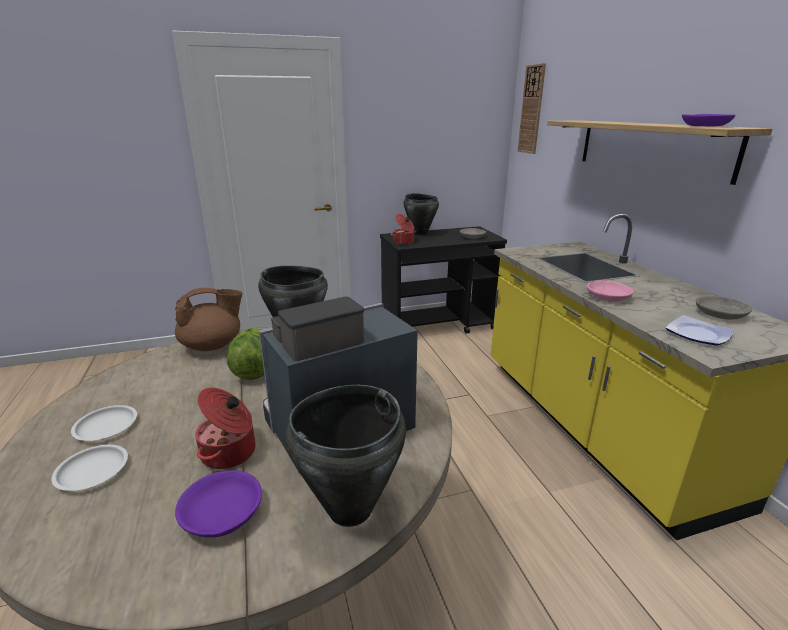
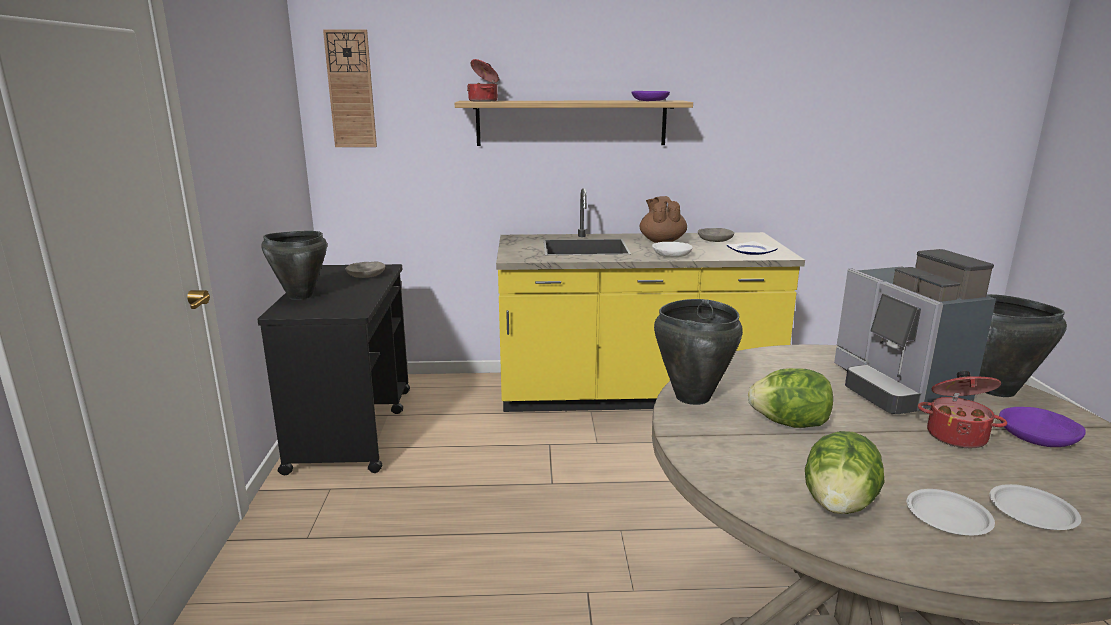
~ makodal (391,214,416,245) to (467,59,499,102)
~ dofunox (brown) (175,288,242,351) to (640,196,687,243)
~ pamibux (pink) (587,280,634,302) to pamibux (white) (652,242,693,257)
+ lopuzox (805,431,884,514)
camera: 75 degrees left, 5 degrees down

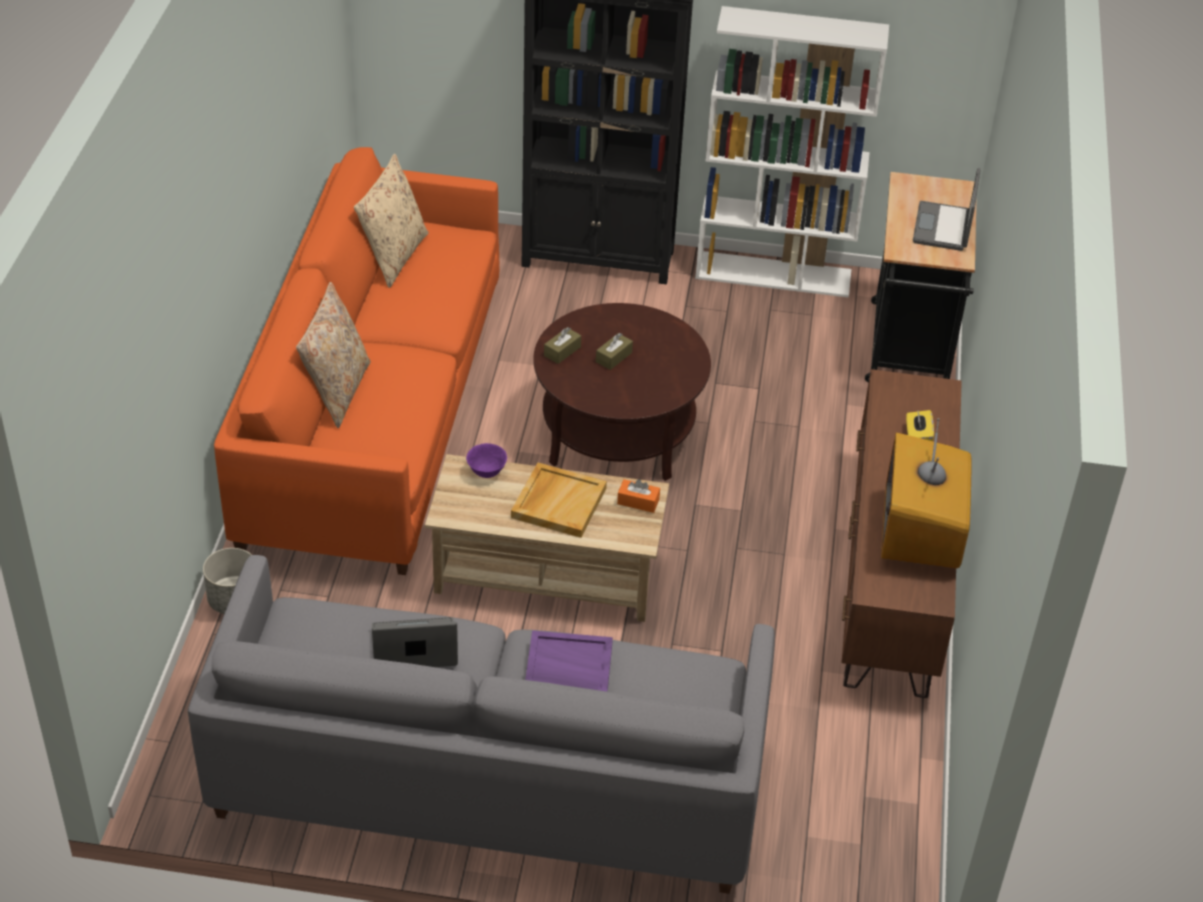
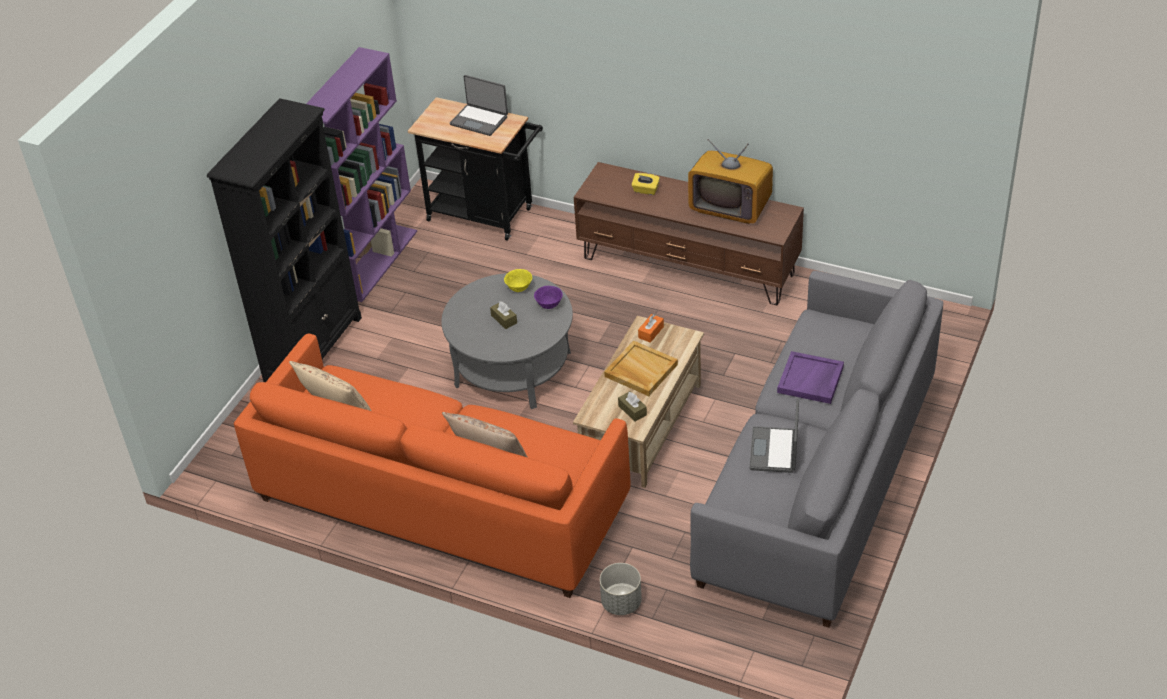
~ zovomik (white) (695,6,889,298) to zovomik (purple) (306,47,417,302)
~ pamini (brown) (533,303,711,481) to pamini (grey) (441,273,573,409)
+ pamibux (yellow) (504,269,532,292)
~ pamibux (purple) (466,443,507,478) to (534,286,563,309)
~ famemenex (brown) (544,327,581,364) to (618,391,647,421)
camera: 70 degrees left, 0 degrees up

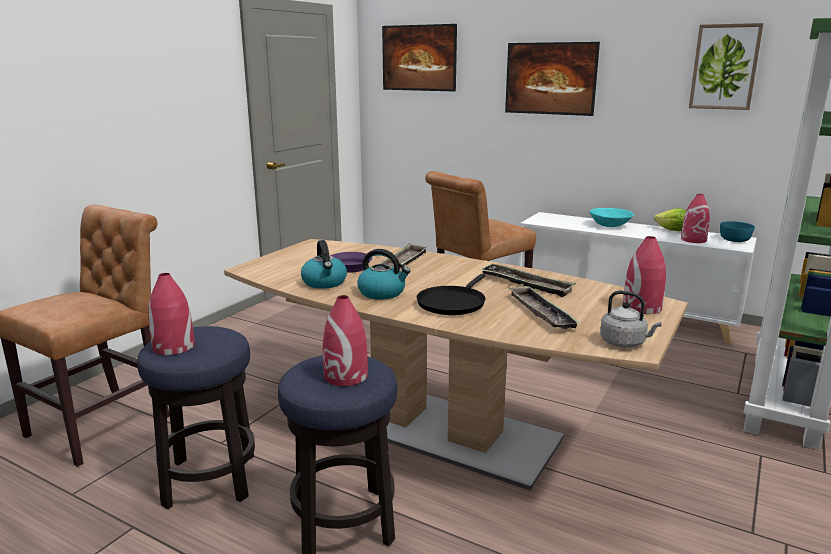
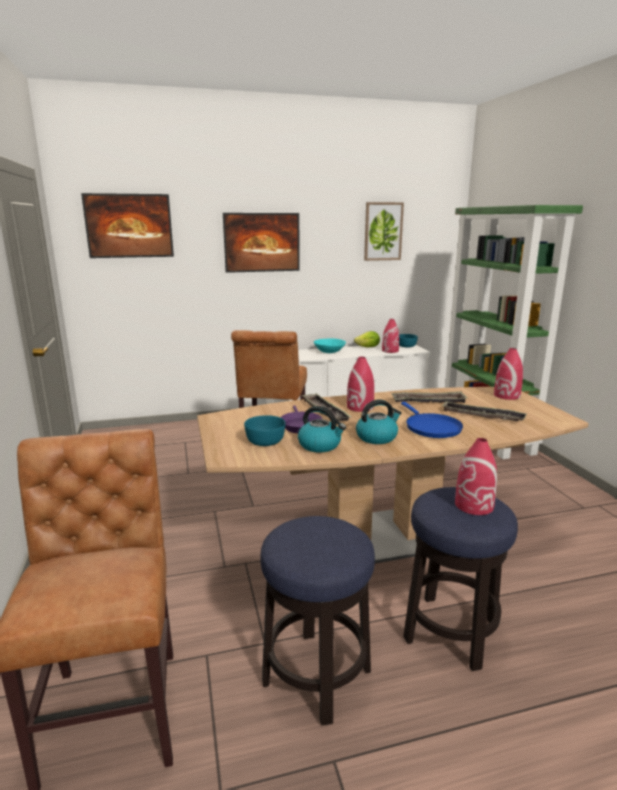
+ pamibux (turquoise) (244,415,286,446)
~ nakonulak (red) (148,273,195,355) to (347,357,374,412)
~ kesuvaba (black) (416,274,486,315) to kesuvaba (blue) (401,402,463,438)
- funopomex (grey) (600,291,662,348)
camera: 45 degrees left, 0 degrees up

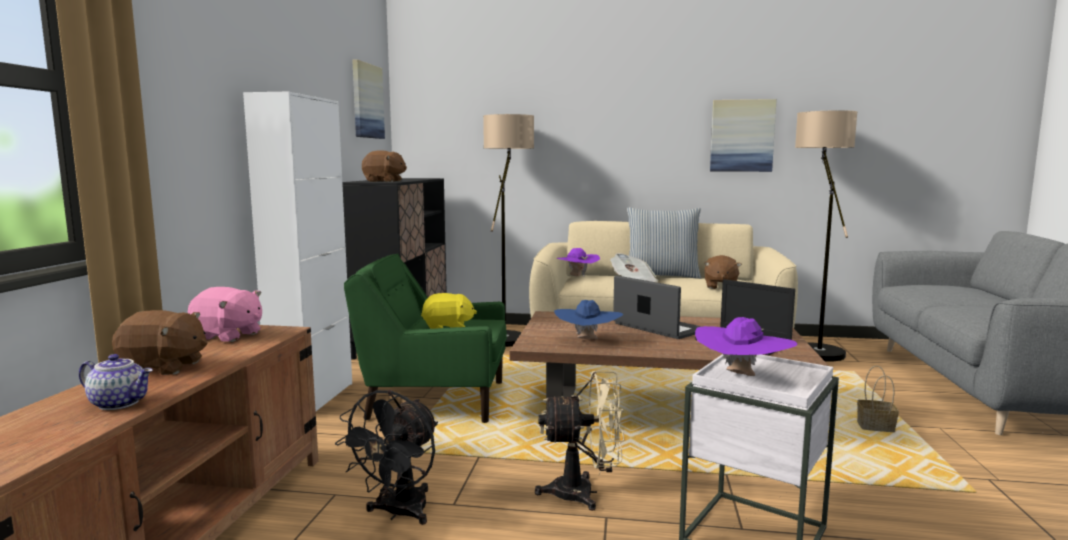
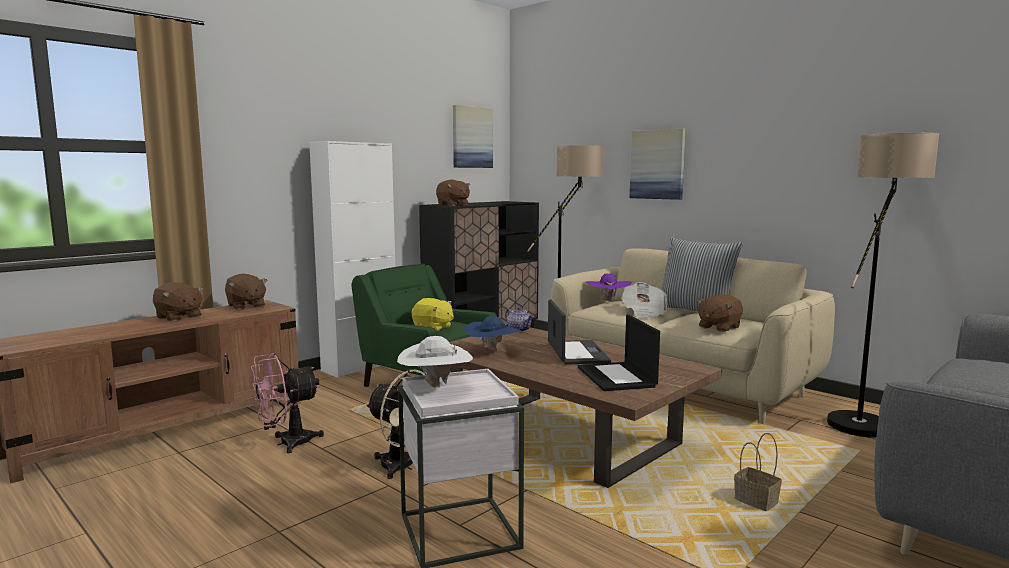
~ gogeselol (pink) (188,287,262,342) to gogeselol (brown) (225,274,268,310)
~ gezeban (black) (335,390,438,525) to gezeban (pink) (251,353,324,453)
~ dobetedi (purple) (695,317,797,376) to dobetedi (white) (397,336,473,387)
~ dofunox (79,354,153,410) to (505,307,534,332)
~ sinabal (710,99,777,172) to (630,129,686,200)
camera: 35 degrees right, 0 degrees up

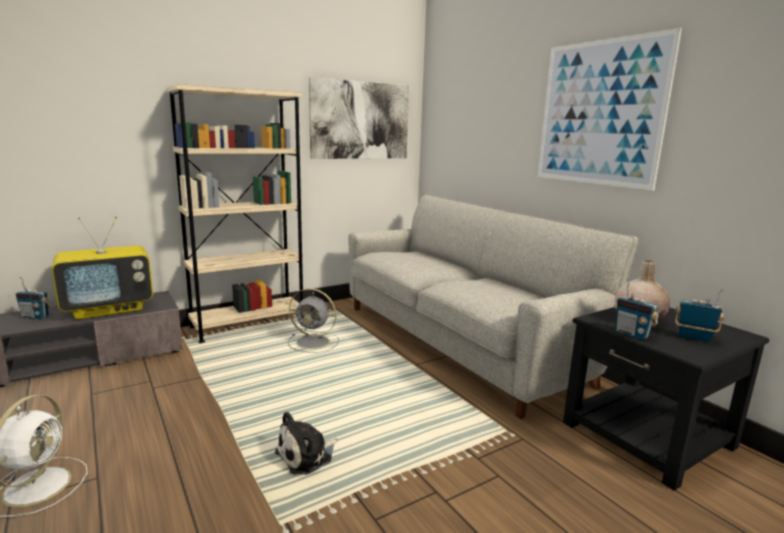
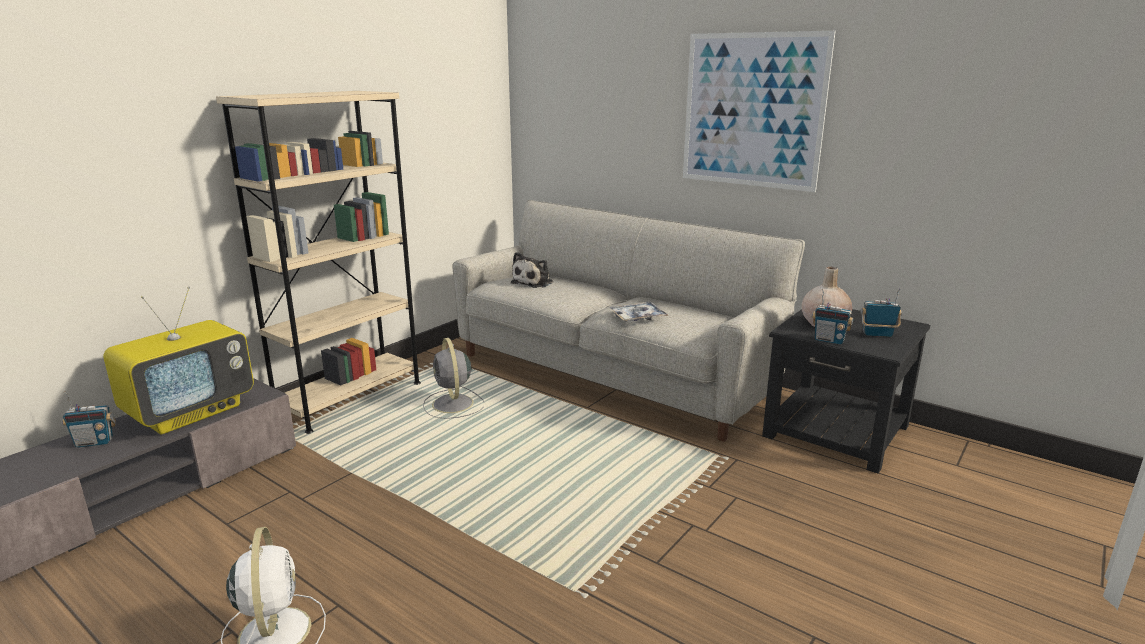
~ gezeban (grey) (288,288,339,352) = (423,338,485,419) 75 degrees clockwise
~ gogeselol (275,411,338,475) to (511,252,553,288)
+ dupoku (609,302,668,322)
- sinabal (309,77,409,159)
camera: 20 degrees left, 5 degrees up

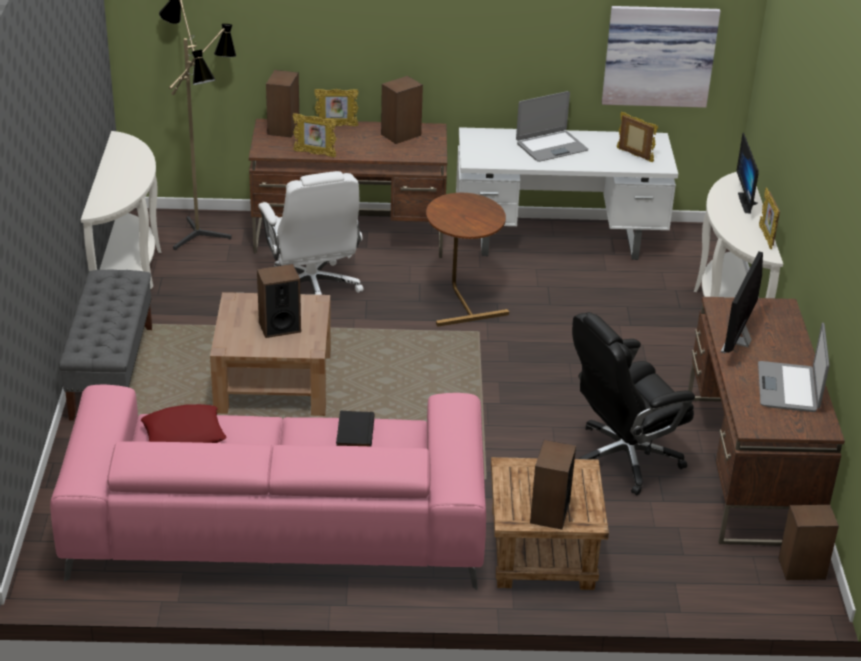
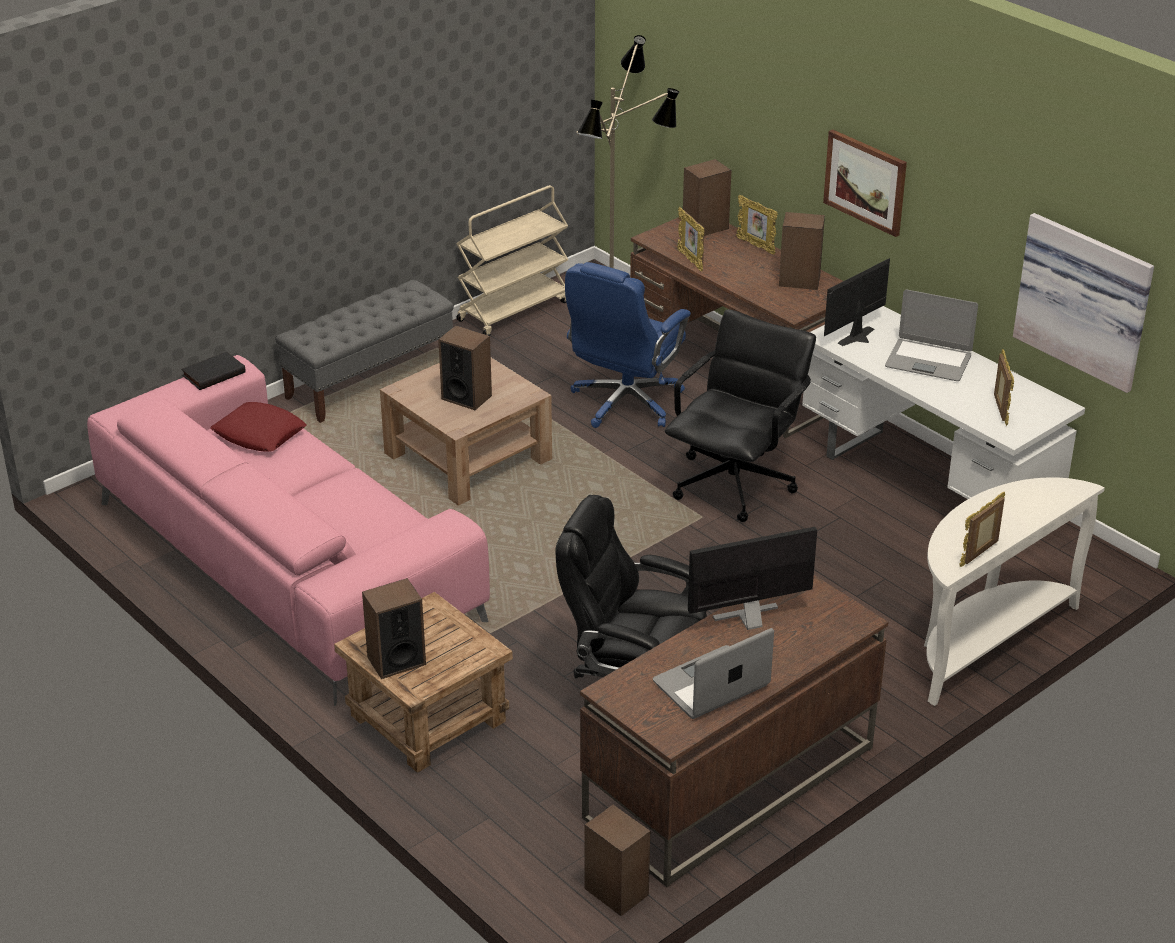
~ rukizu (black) (336,411,374,446) to (181,351,246,390)
~ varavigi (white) (81,131,162,289) to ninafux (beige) (456,185,568,336)
~ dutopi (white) (258,171,364,295) to dutopi (blue) (565,262,691,428)
~ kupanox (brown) (426,193,509,327) to dutopi (black) (665,309,816,522)
+ sinabal (823,129,907,237)
~ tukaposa (736,132,759,213) to (824,258,890,346)
camera: 50 degrees right, 0 degrees up

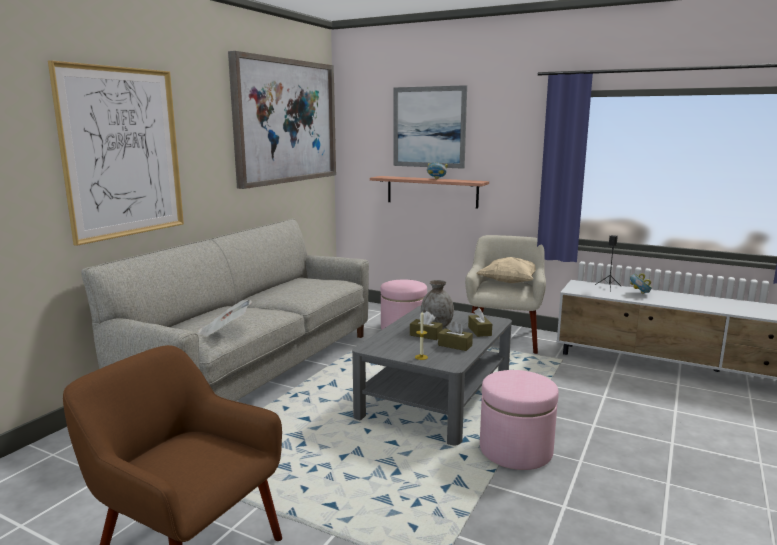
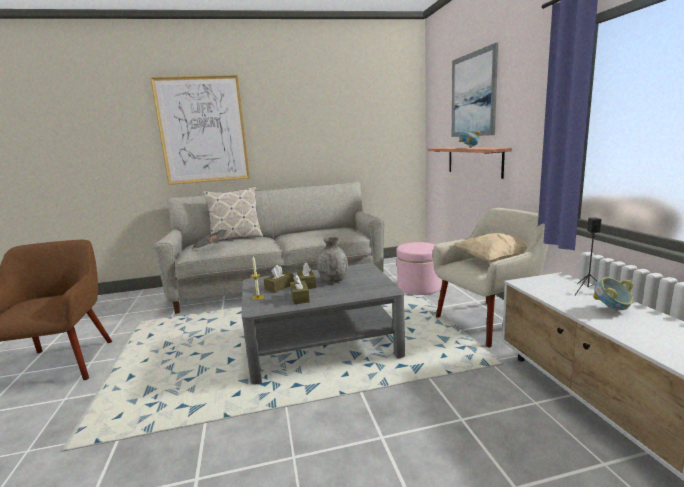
+ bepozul (203,187,263,243)
~ famemenex (brown) (468,308,492,337) to (264,265,294,293)
- sinabal (228,51,336,189)
- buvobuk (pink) (480,370,559,470)
camera: 50 degrees right, 0 degrees up

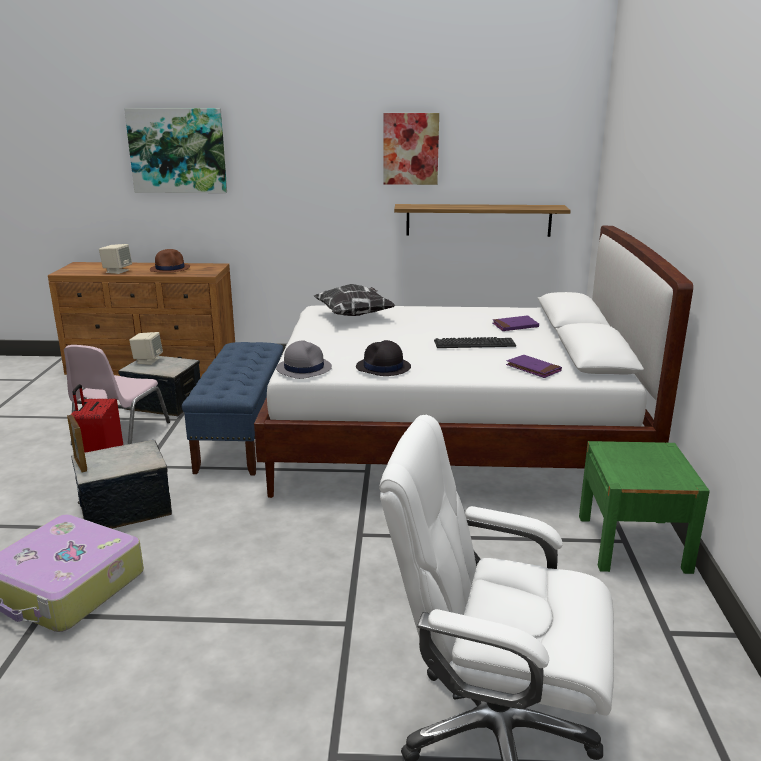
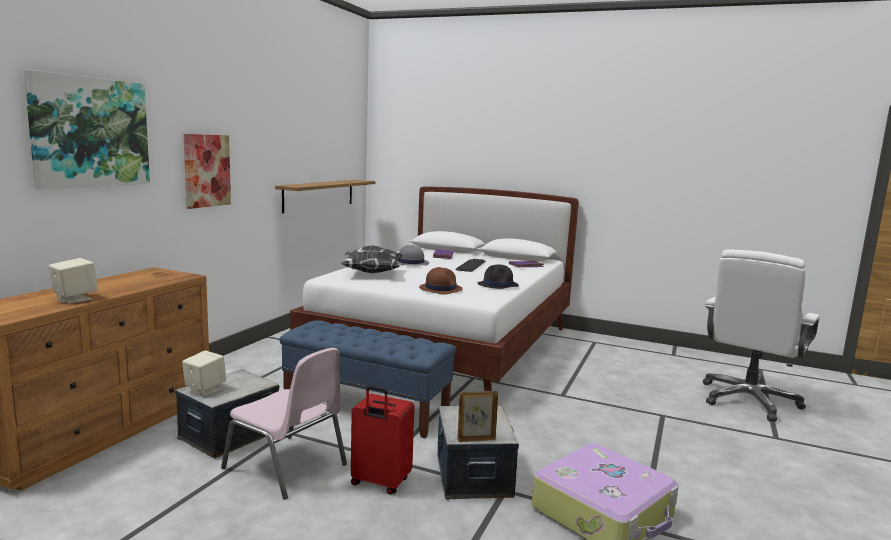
~ sinabal (384,113,439,185) to (183,134,231,209)
~ dobetedi (grey) (276,340,332,379) to (397,245,429,266)
~ dobetedi (brown) (150,249,190,273) to (419,267,463,295)
- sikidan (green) (579,441,710,574)
camera: 70 degrees left, 10 degrees down

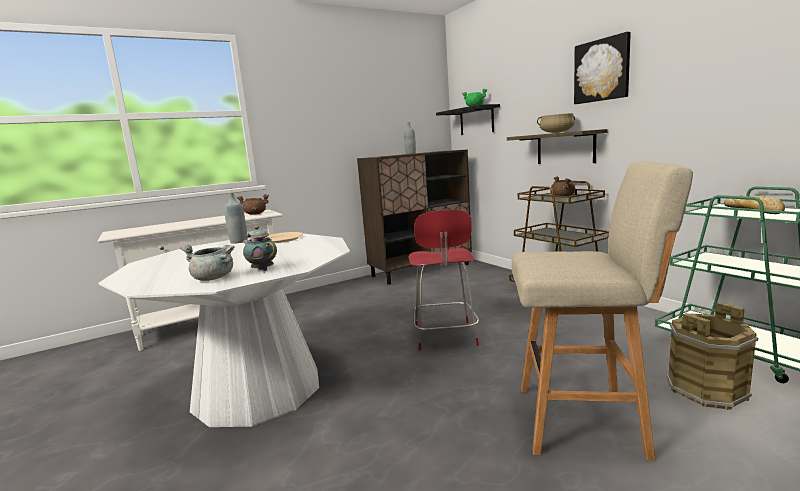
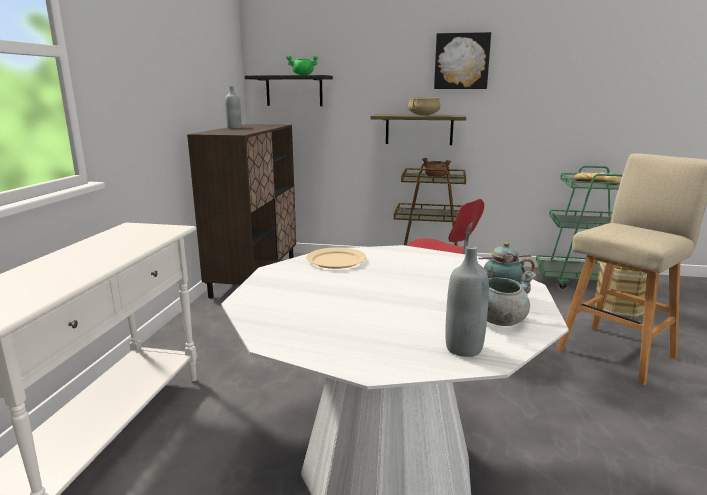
~ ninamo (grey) (224,192,247,244) to (445,246,489,357)
- makodal (brown) (237,194,269,215)
camera: 50 degrees left, 5 degrees up

